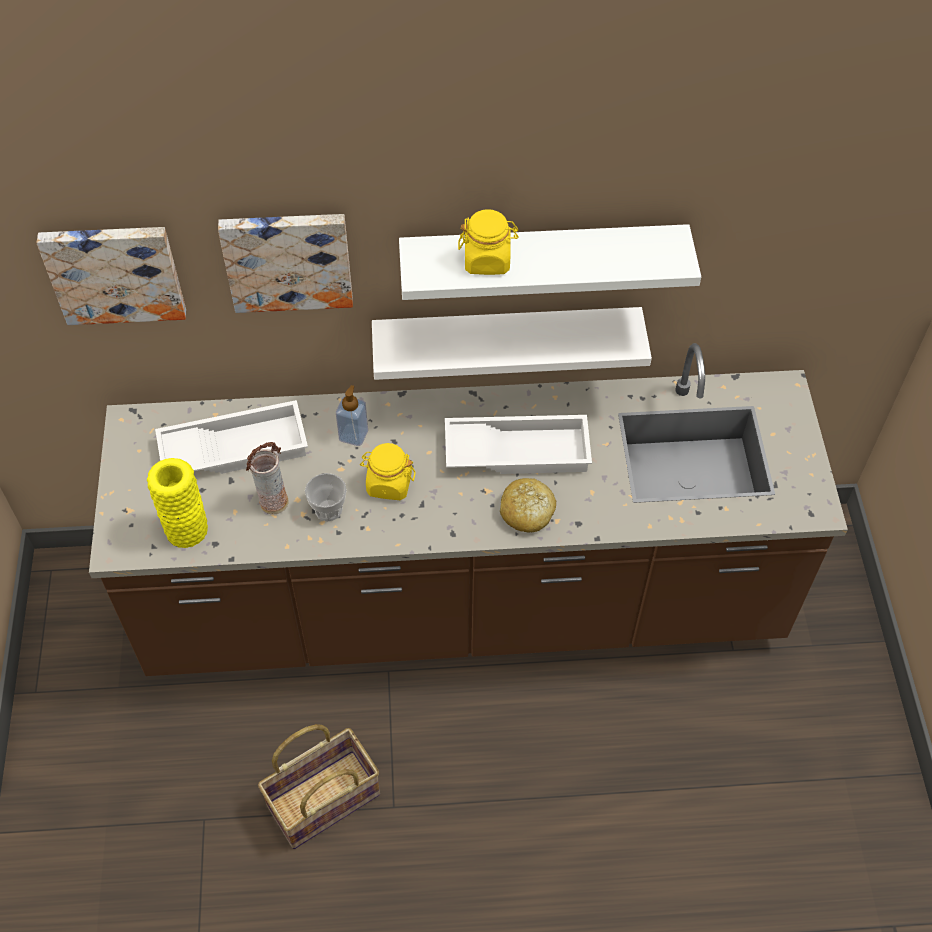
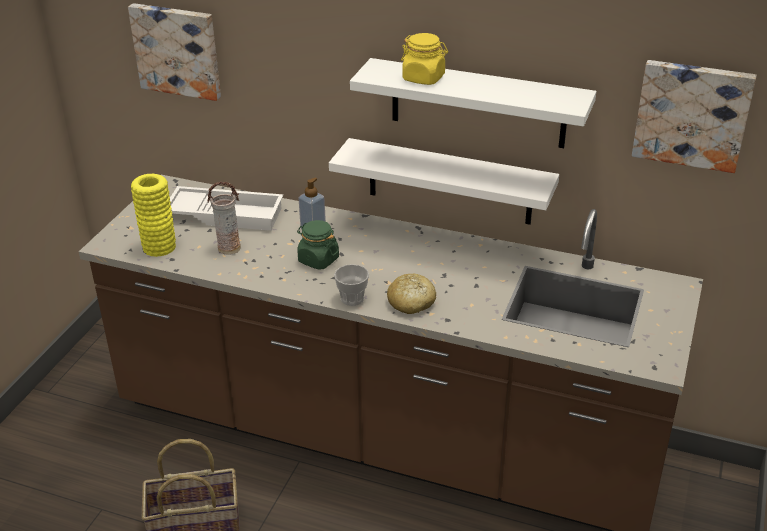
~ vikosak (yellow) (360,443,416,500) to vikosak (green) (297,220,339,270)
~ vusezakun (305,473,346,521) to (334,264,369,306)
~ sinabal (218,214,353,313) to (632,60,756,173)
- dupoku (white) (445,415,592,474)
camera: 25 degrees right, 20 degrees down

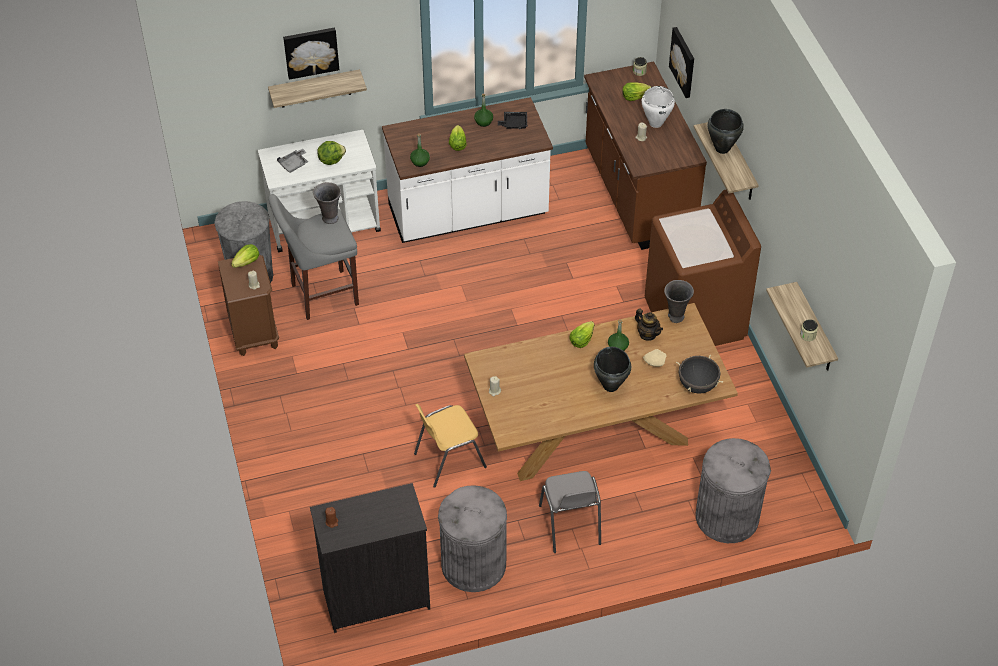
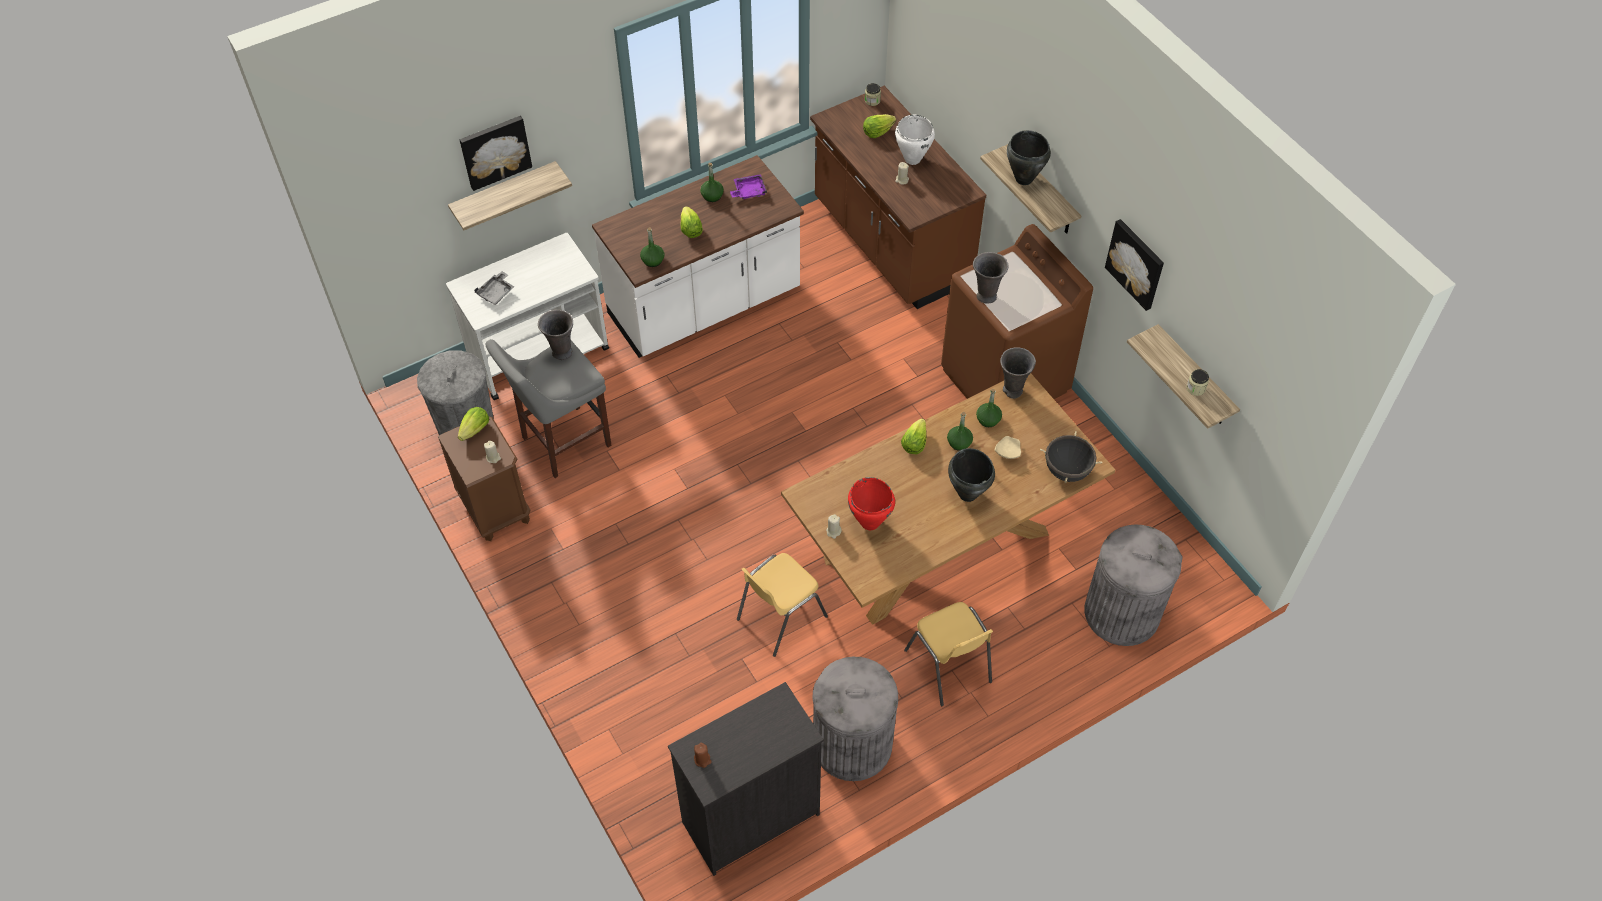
~ dupoku (black) (498,112,527,129) to dupoku (purple) (730,174,767,199)
+ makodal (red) (848,477,895,530)
~ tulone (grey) (539,471,601,553) to tulone (yellow) (904,602,993,706)
+ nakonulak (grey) (973,252,1009,304)
~ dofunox (635,308,663,341) to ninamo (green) (976,389,1002,427)
~ sinabal (669,27,694,98) to (1105,219,1164,311)
- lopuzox (317,141,346,165)
camera: 15 degrees left, 5 degrees up

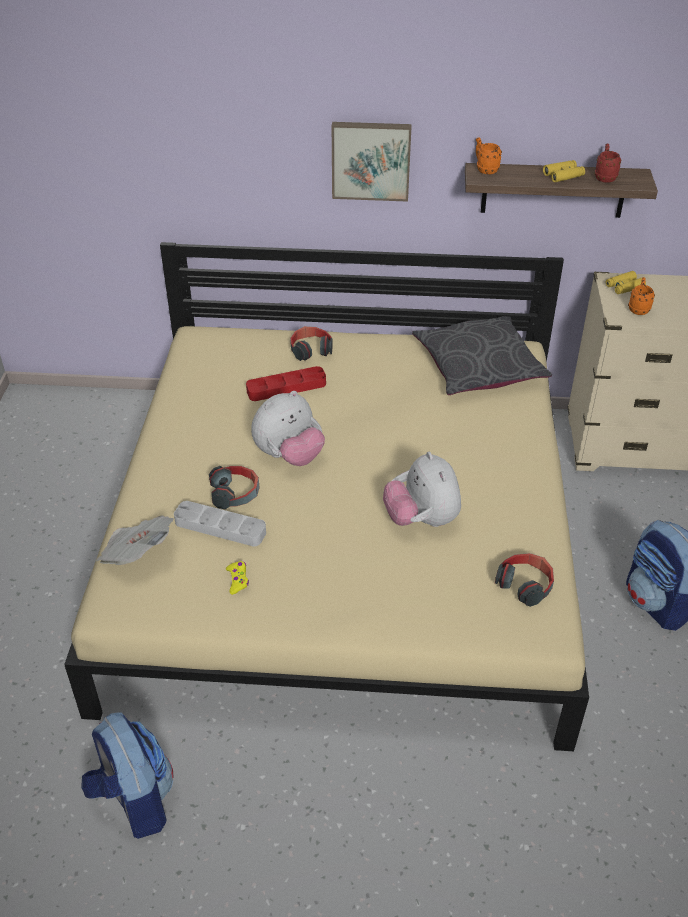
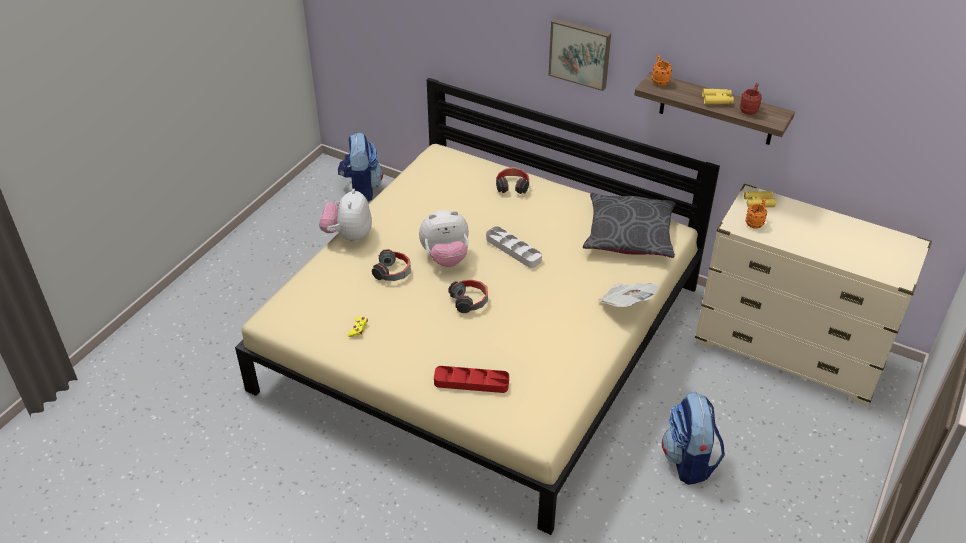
~ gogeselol (383,452,461,527) to (319,189,372,242)
~ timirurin (81,712,173,839) to (338,133,383,202)
~ dupoku (red) (246,366,326,401) to (434,366,509,393)
~ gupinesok (495,553,554,607) to (448,280,488,313)
~ dupoku (grey) (174,501,266,546) to (486,226,542,268)
~ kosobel (96,516,174,565) to (599,283,660,307)
camera: 25 degrees right, 0 degrees up

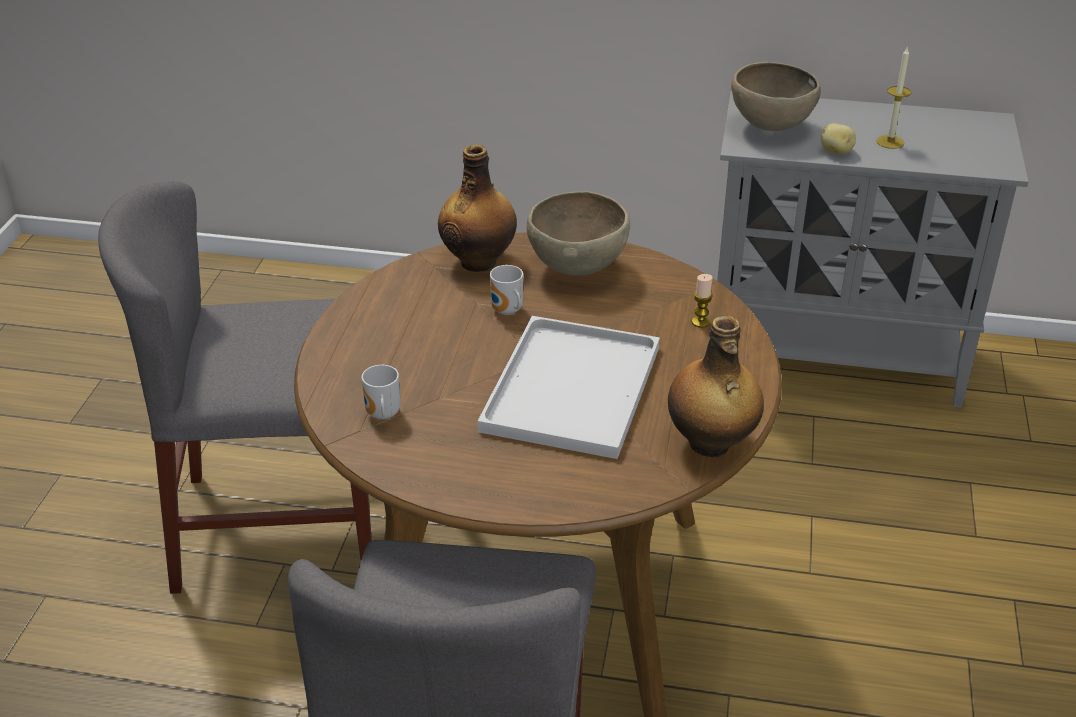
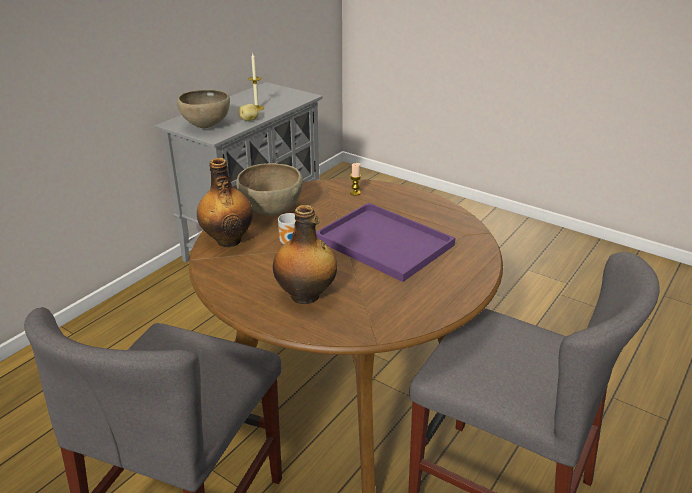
~ ninamo (668,316,764,457) to (273,205,337,304)
~ dupoku (white) (478,316,660,459) to dupoku (purple) (316,203,455,282)
- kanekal (362,365,400,420)
camera: 65 degrees left, 5 degrees down

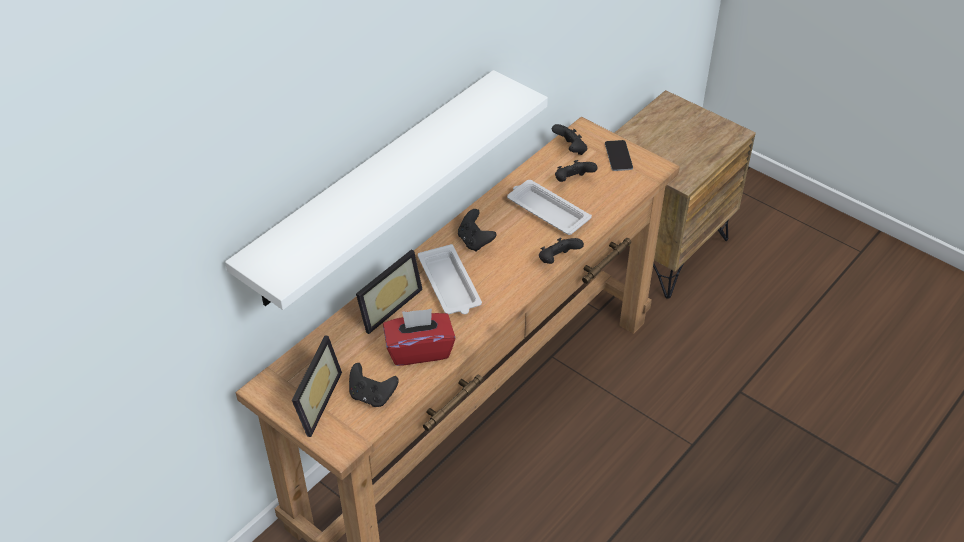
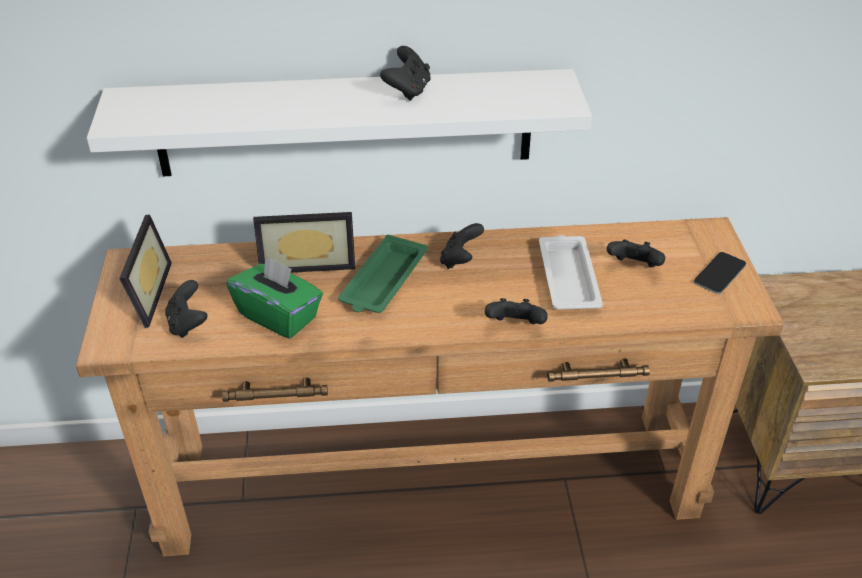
~ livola (292,336,342,437) = (119,215,172,328) 60 degrees counterclockwise
~ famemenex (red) (383,309,456,366) to famemenex (green) (226,255,323,339)
~ dupoku (white) (418,244,482,314) to dupoku (green) (338,235,428,313)
~ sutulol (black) (552,124,587,155) to (380,46,431,101)
camera: 45 degrees right, 5 degrees down

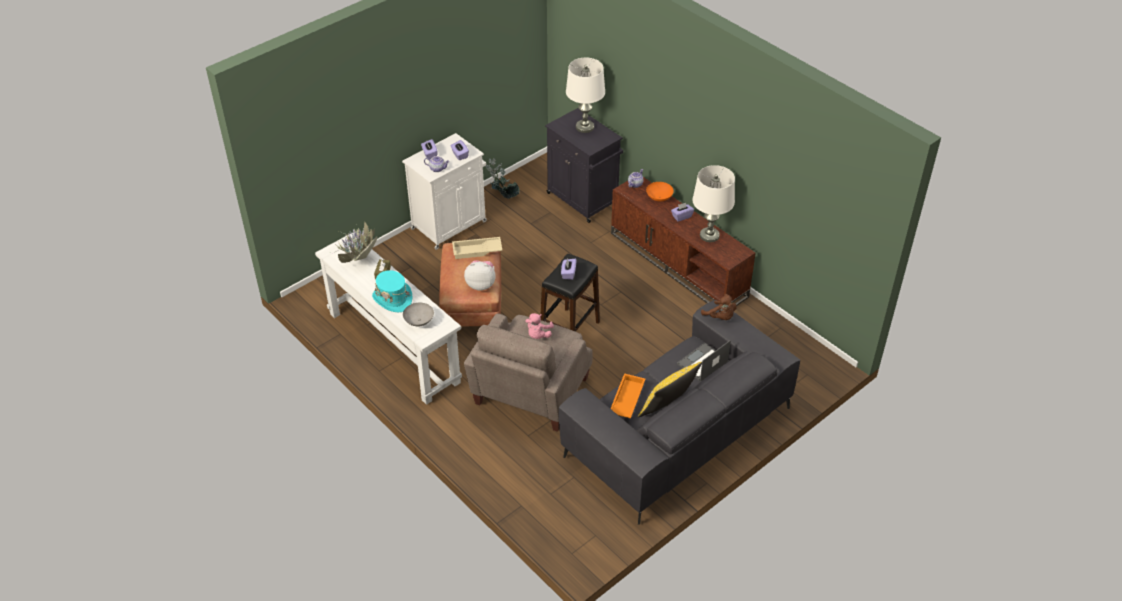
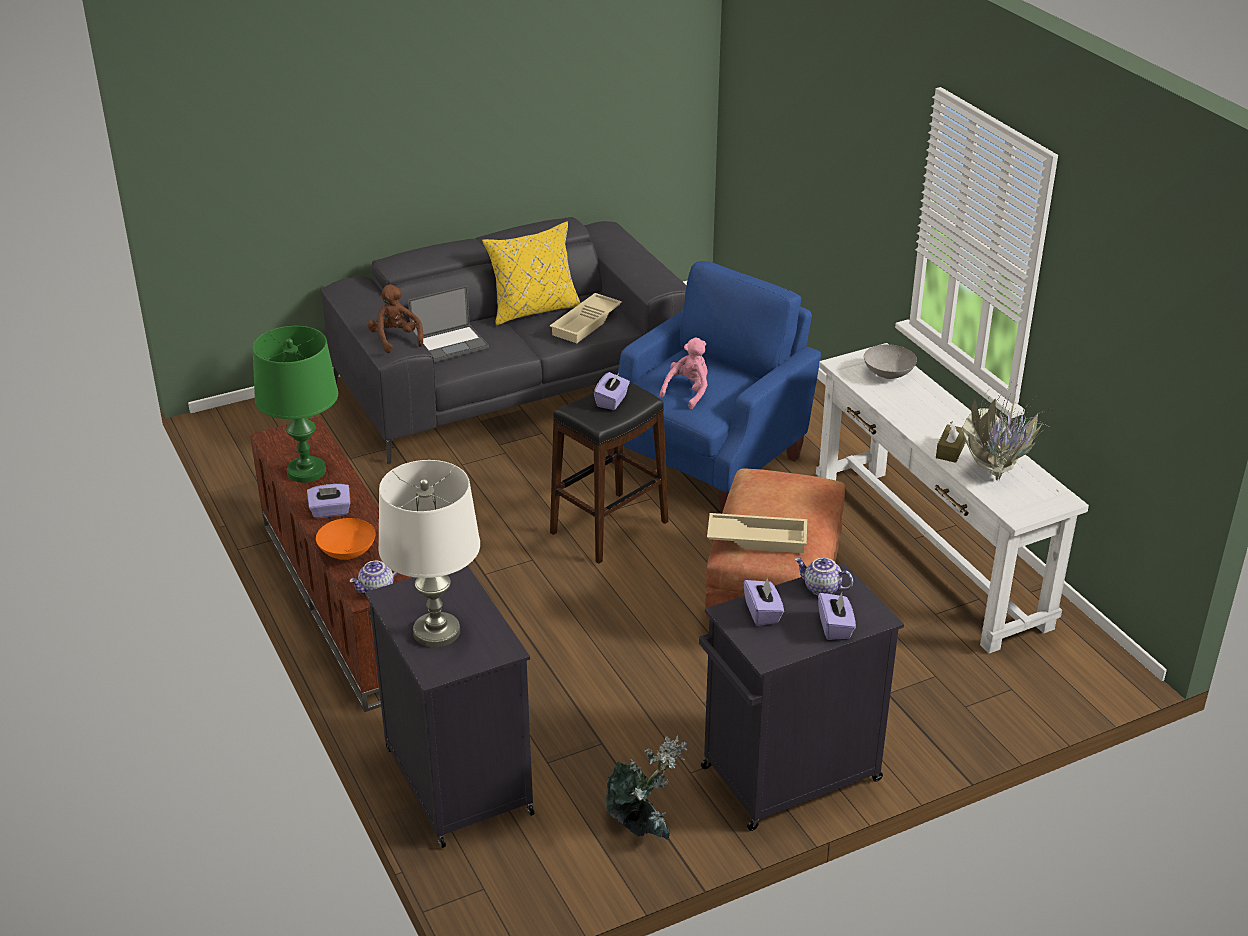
~ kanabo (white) (693,165,735,242) to kanabo (green) (253,326,338,483)
~ dupoku (orange) (610,373,645,418) to dupoku (beige) (550,293,622,343)
~ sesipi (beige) (464,313,593,432) to sesipi (blue) (607,261,821,513)
~ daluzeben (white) (402,133,487,250) to daluzeben (black) (699,563,904,831)
- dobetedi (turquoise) (372,270,412,312)
- gogeselol (464,260,496,290)
camera: 165 degrees left, 10 degrees down

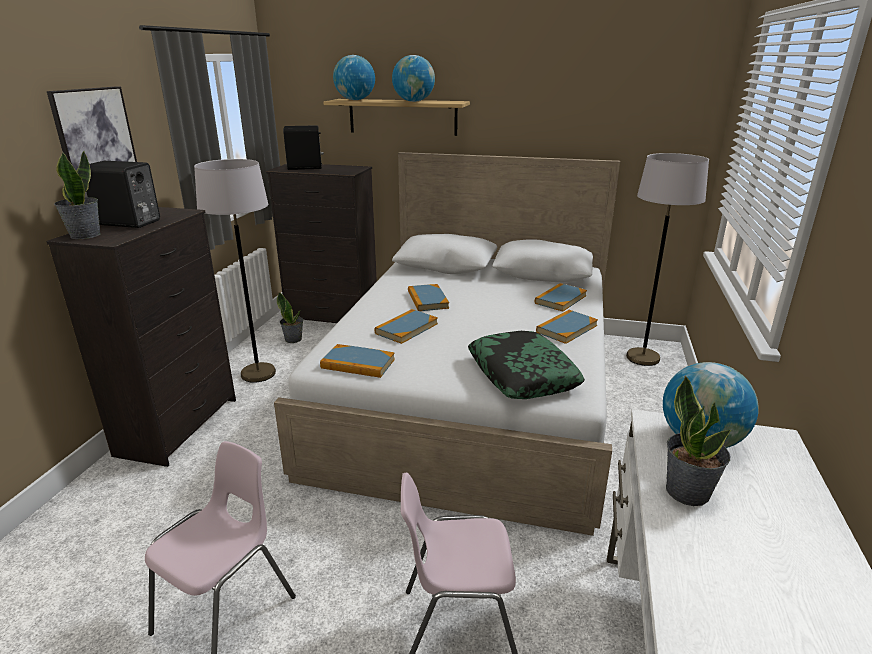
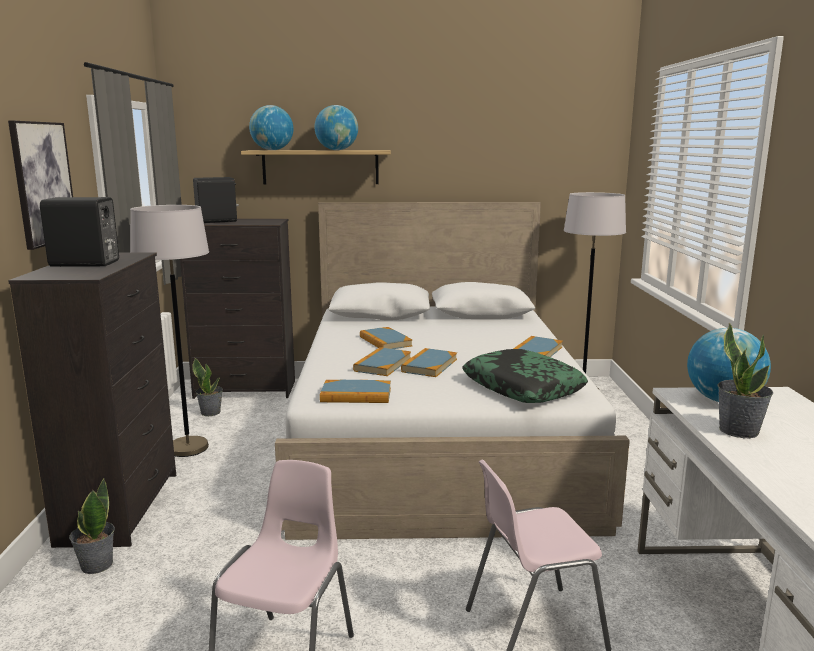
~ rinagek (54,151,101,239) to (69,479,115,574)
~ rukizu (535,283,587,312) to (401,348,457,377)
camera: 15 degrees left, 10 degrees down

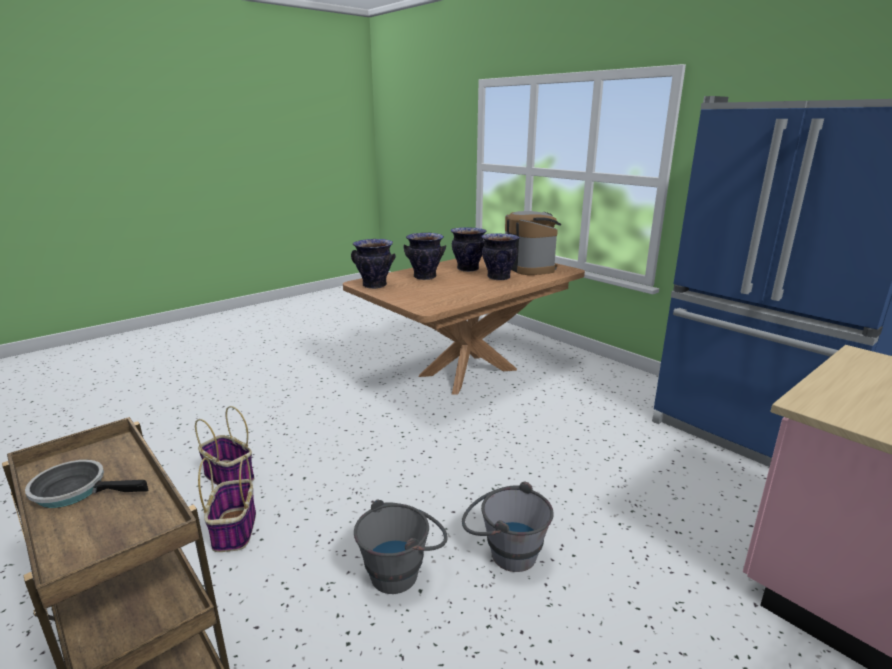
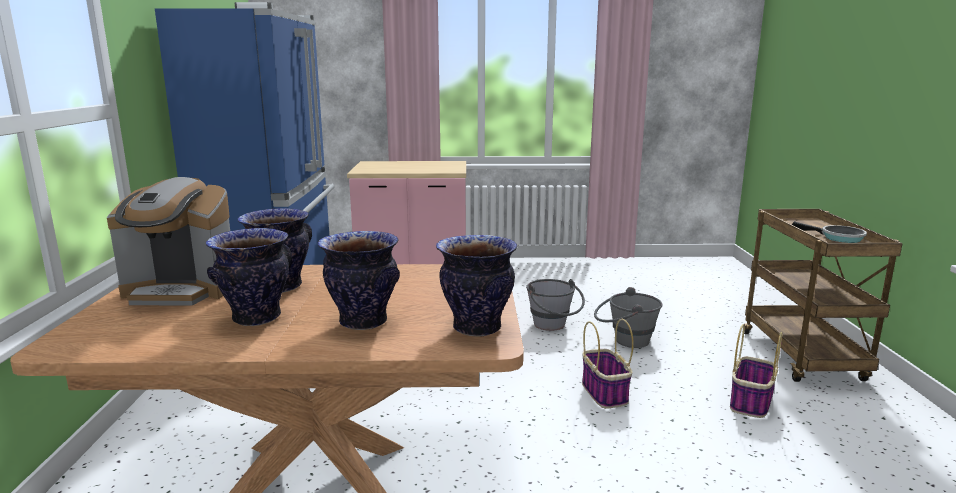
~ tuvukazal (505,211,561,275) = (107,177,230,306) 105 degrees counterclockwise
~ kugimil (195,406,254,485) to (582,319,634,409)
camera: 140 degrees left, 5 degrees down

